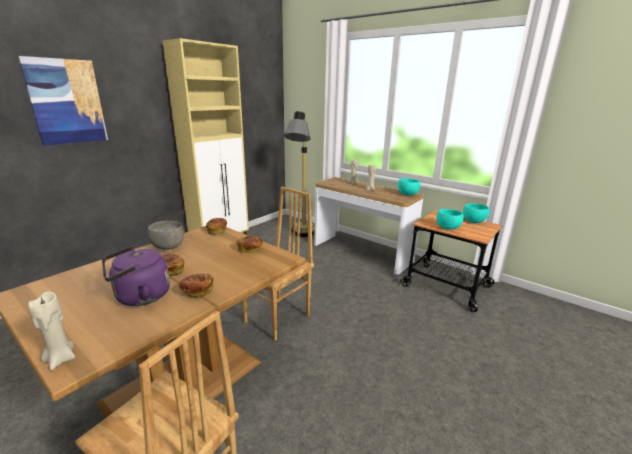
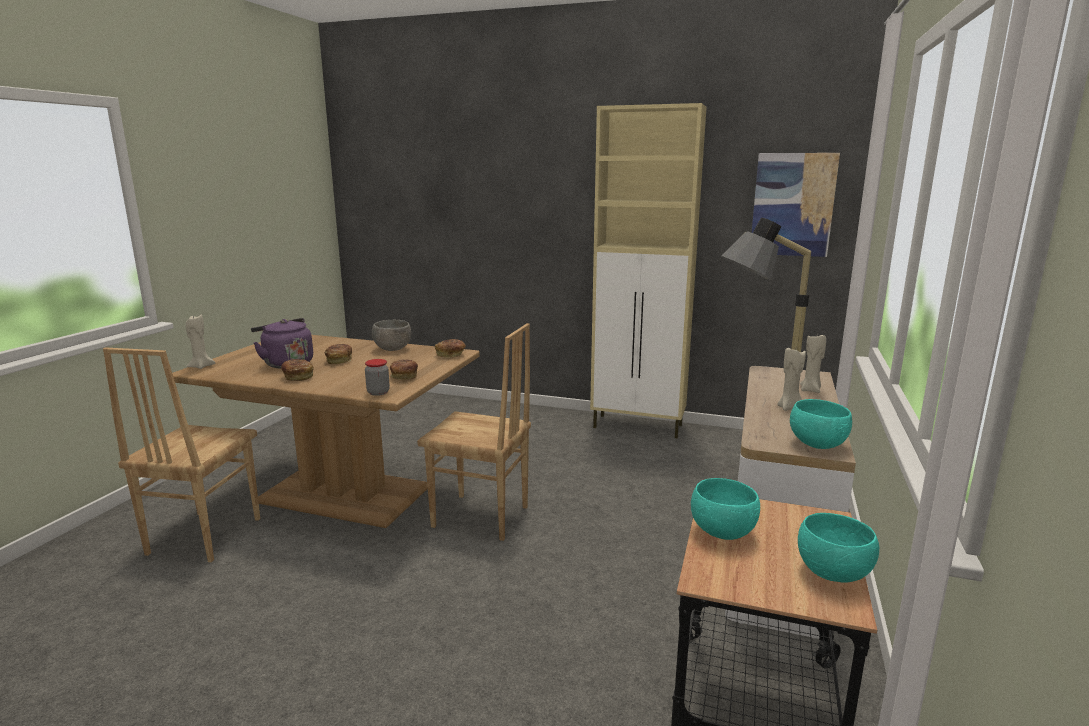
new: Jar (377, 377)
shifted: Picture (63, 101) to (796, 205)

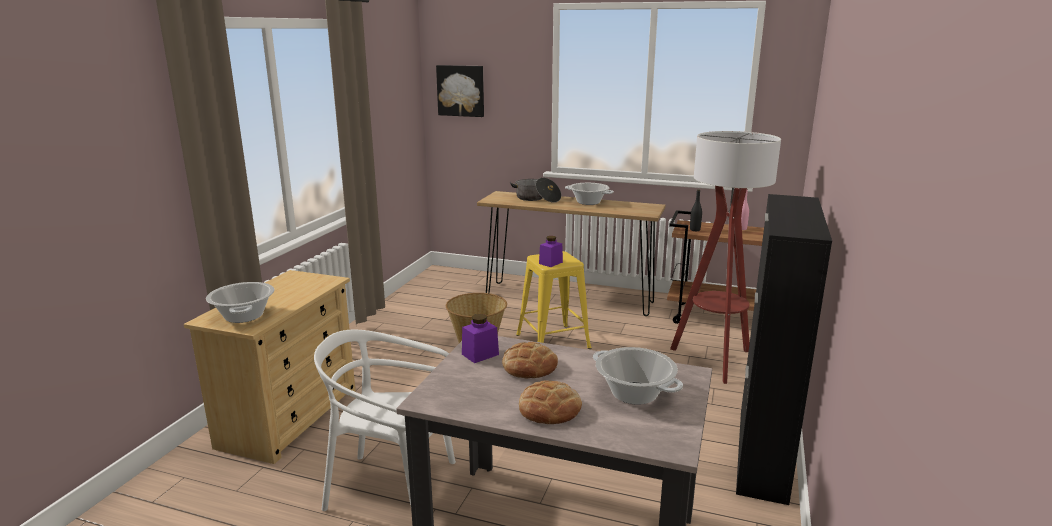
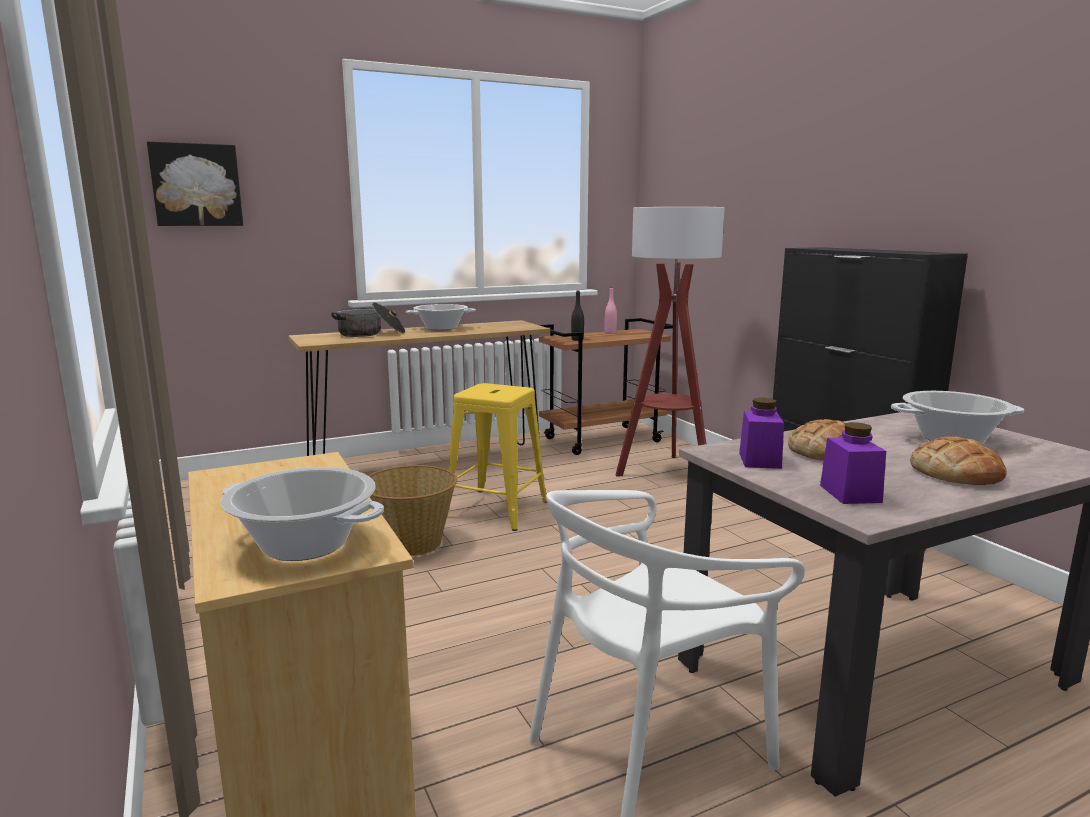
shifted: PurpleJar (551, 251) to (853, 463)

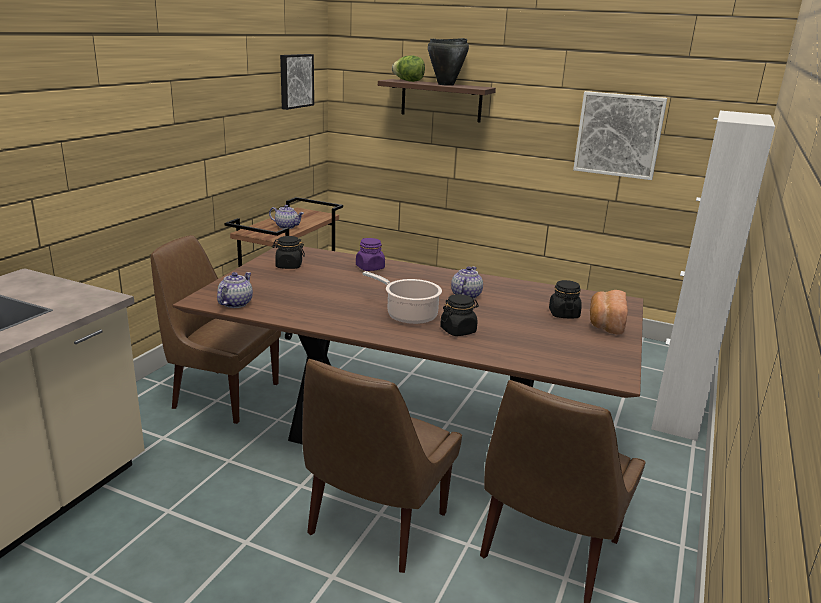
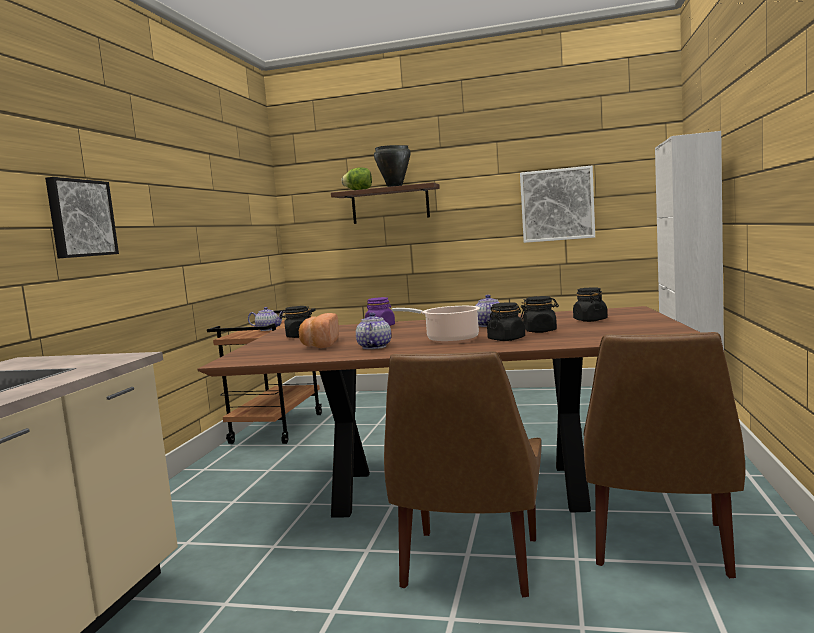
gone: BrownChair (215, 329)
new: BlackJar (540, 314)
shifted: Picture (297, 82) to (82, 218); Bread (609, 312) to (319, 330); Teapot (235, 290) to (373, 331)

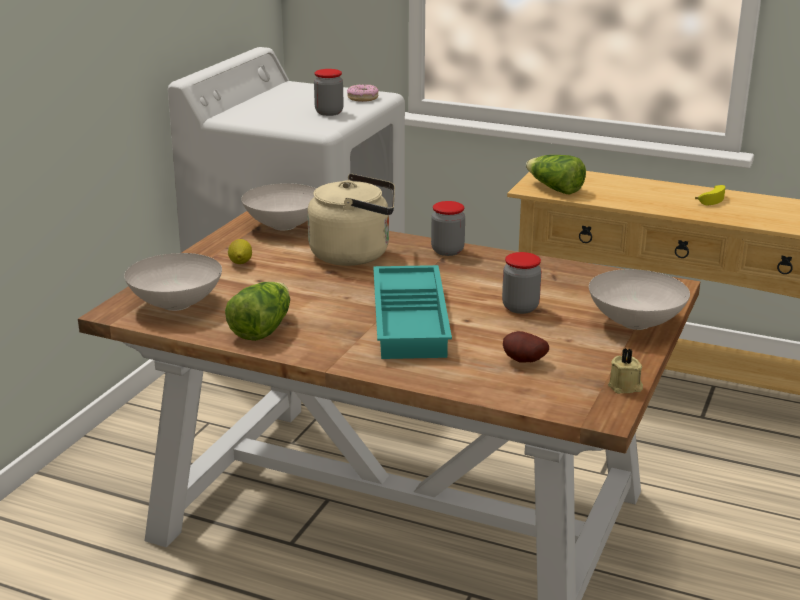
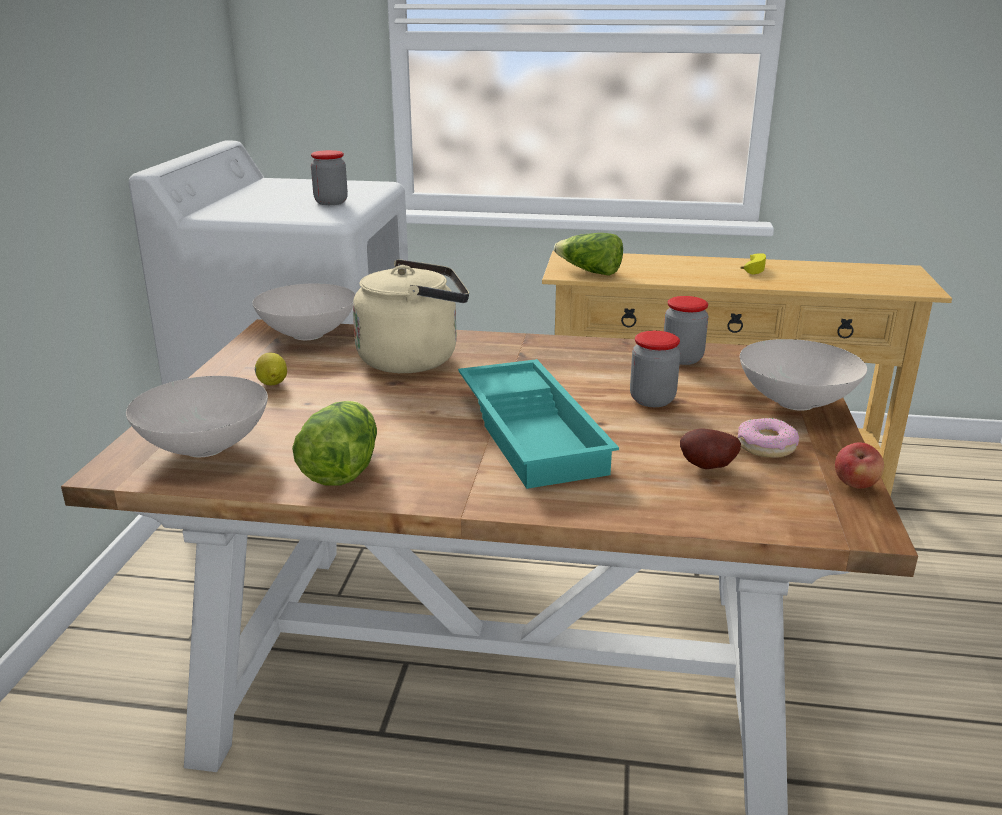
shifted: Jar (448, 228) to (686, 330); Donut (363, 93) to (768, 438)
swapped: BeigeCandle (625, 371) to Apple (859, 465)

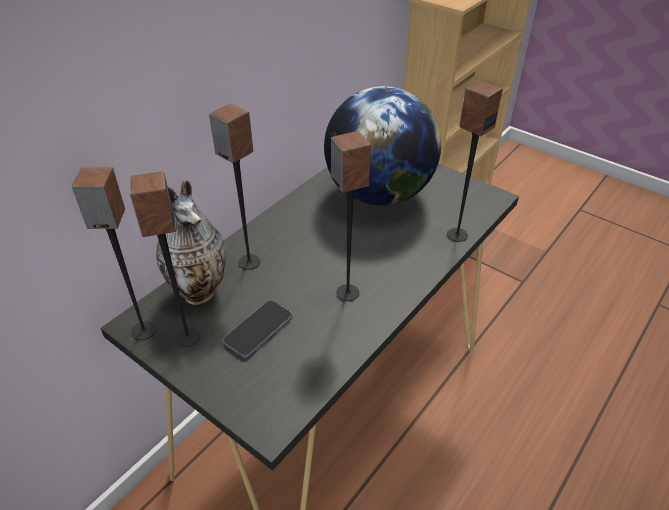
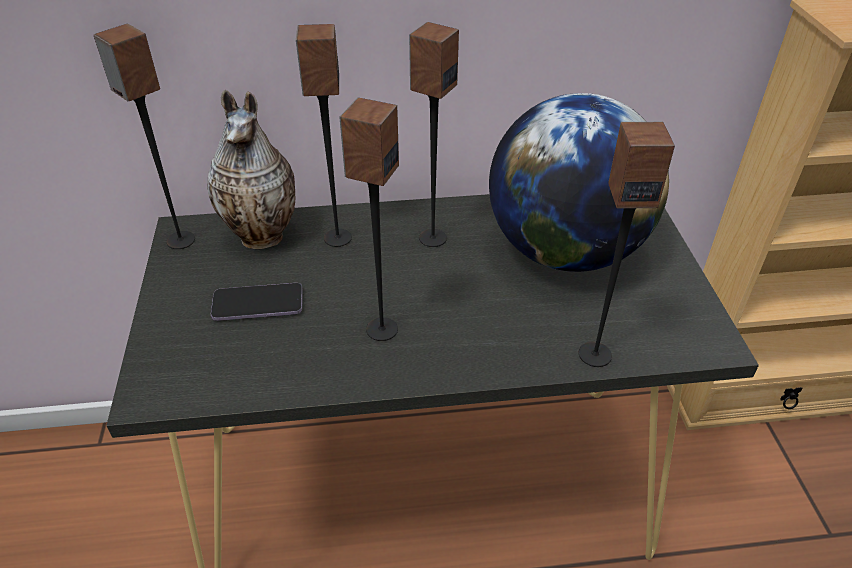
shifted: Speaker (165, 259) to (434, 134)

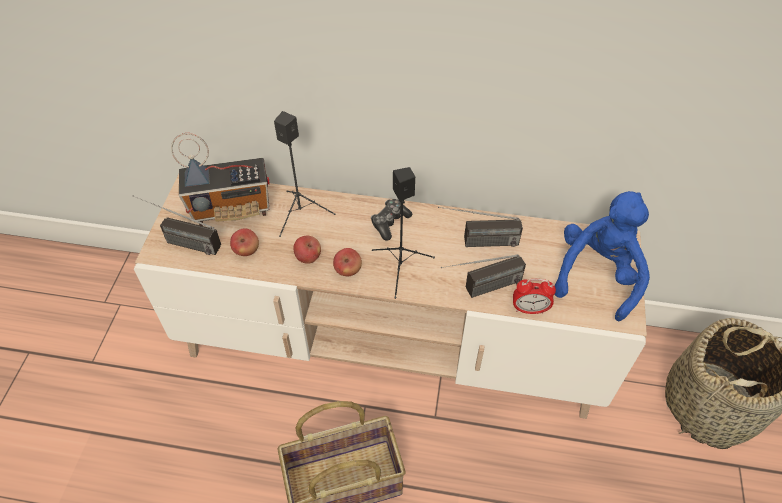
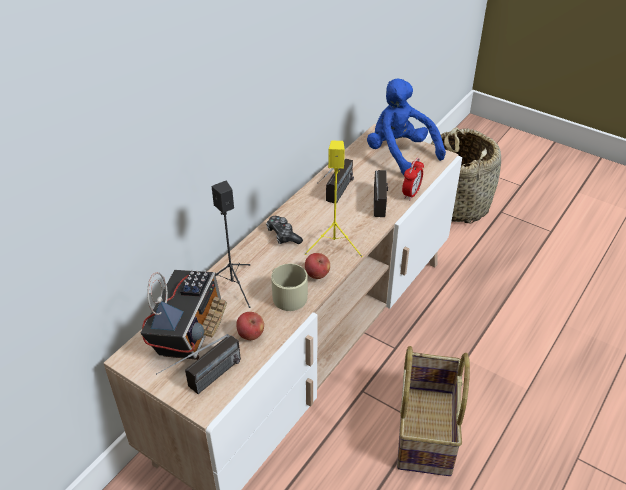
swapped: Apple (307, 250) to BeigeMug (289, 287)
repainted: BlackSpeaker (403, 233) to YellowSpeaker (334, 198)

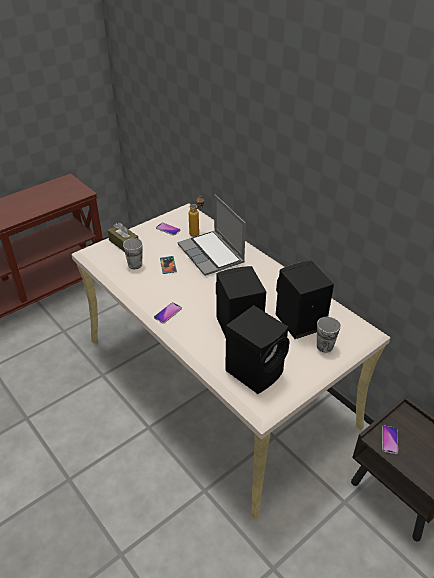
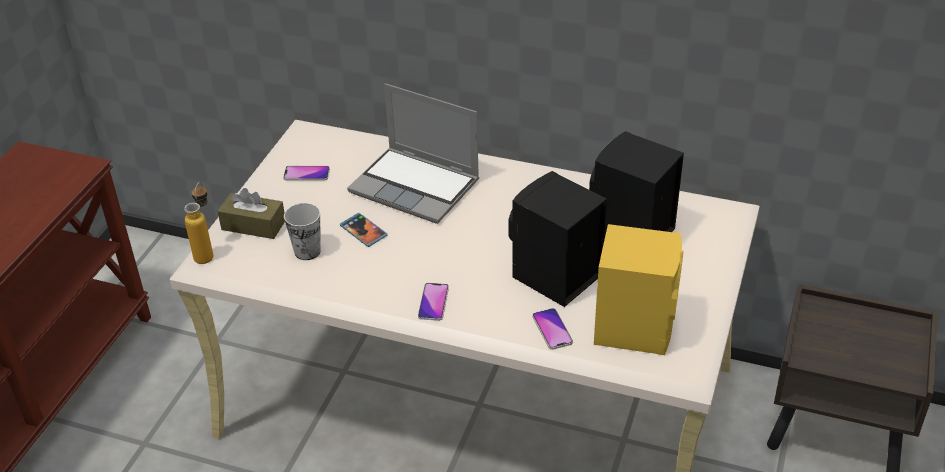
gone: Cup (329, 335)
shifted: Bottle (196, 216) to (198, 223); Phone (390, 439) to (552, 329)
repainted: BlackSpeaker (257, 349) to YellowSpeaker (639, 289)

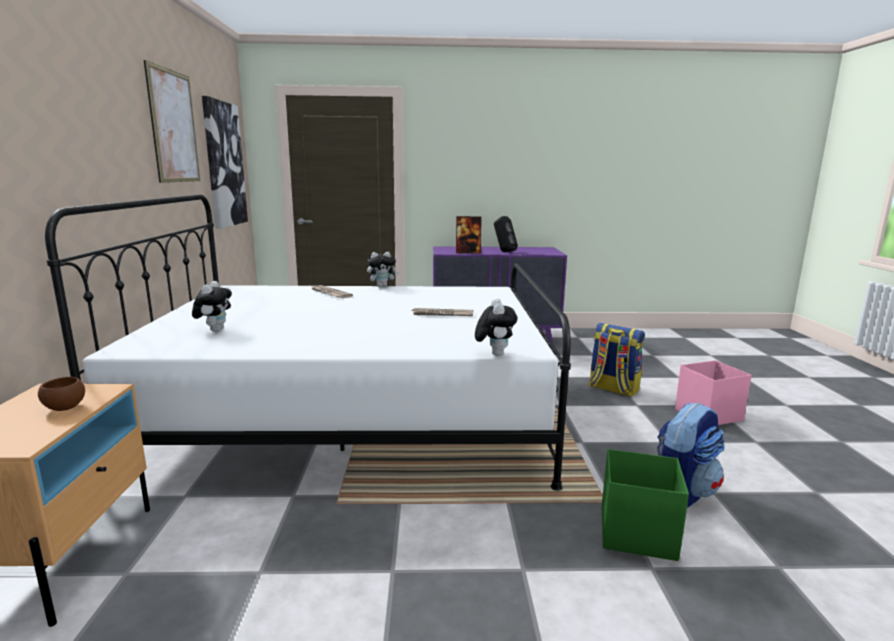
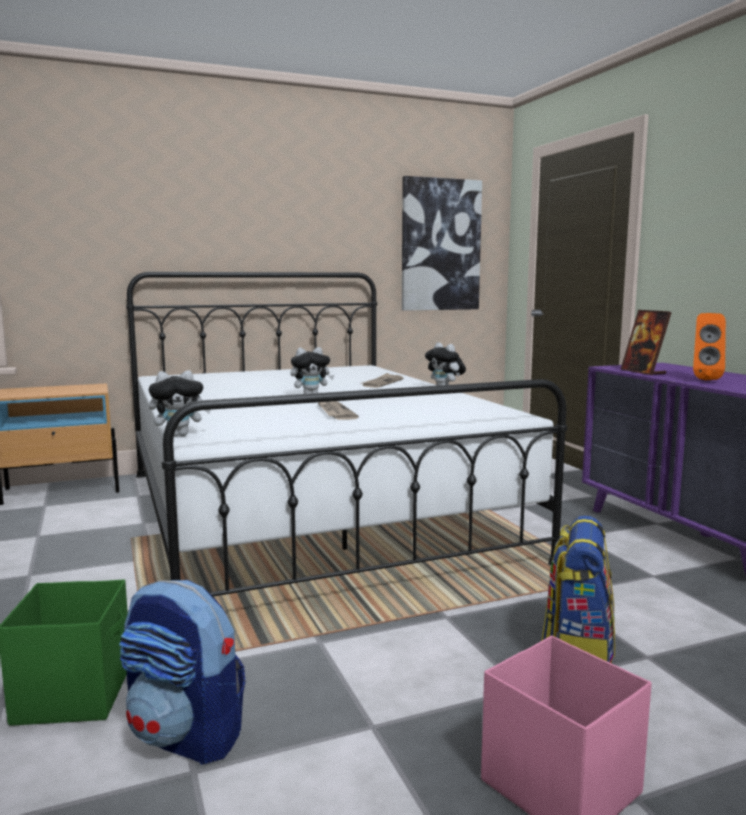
gone: BrownBowl (61, 394); Picture (172, 121)
shifted: PlushToy (212, 306) to (312, 370)
repainted: BlackSpeaker (506, 234) to OrangeSpeaker (709, 346)

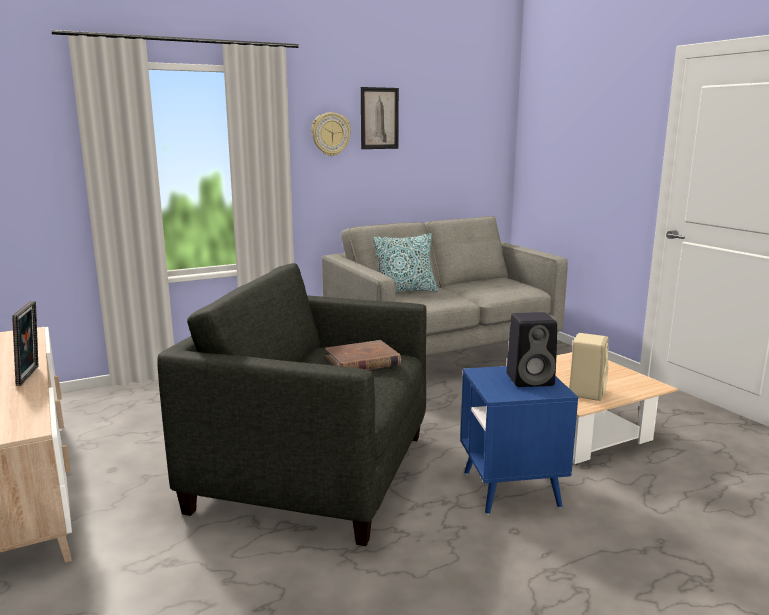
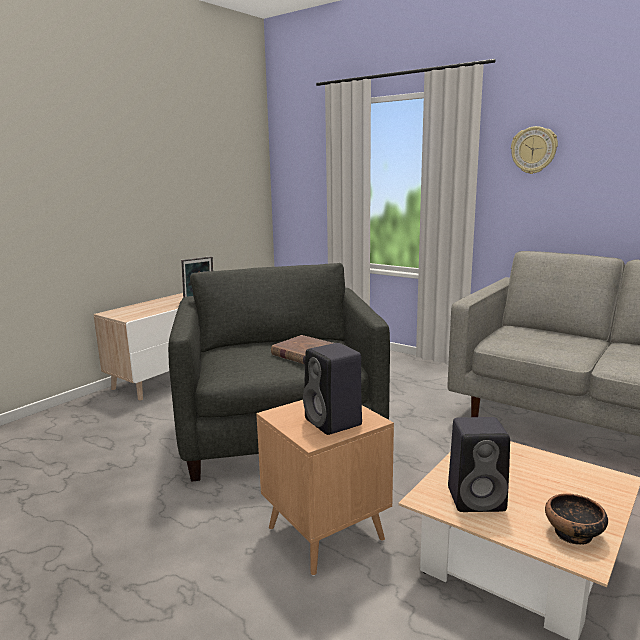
gone: Picture (380, 118); Pillow (406, 262)
new: Bowl (576, 519)
repainted: BlueSideTable (519, 440) to BrownSideTable (325, 488); BeigeSpeaker (588, 367) to BlackSpeaker (479, 464)

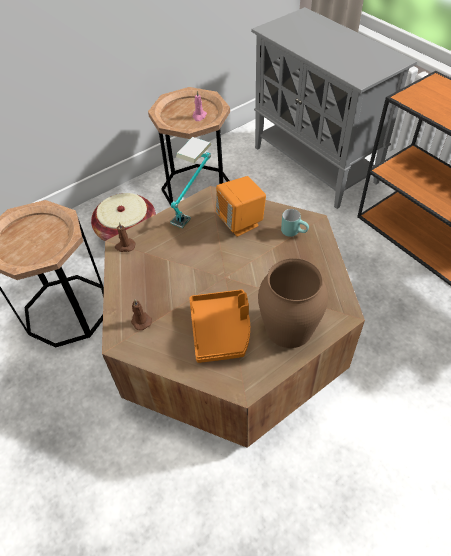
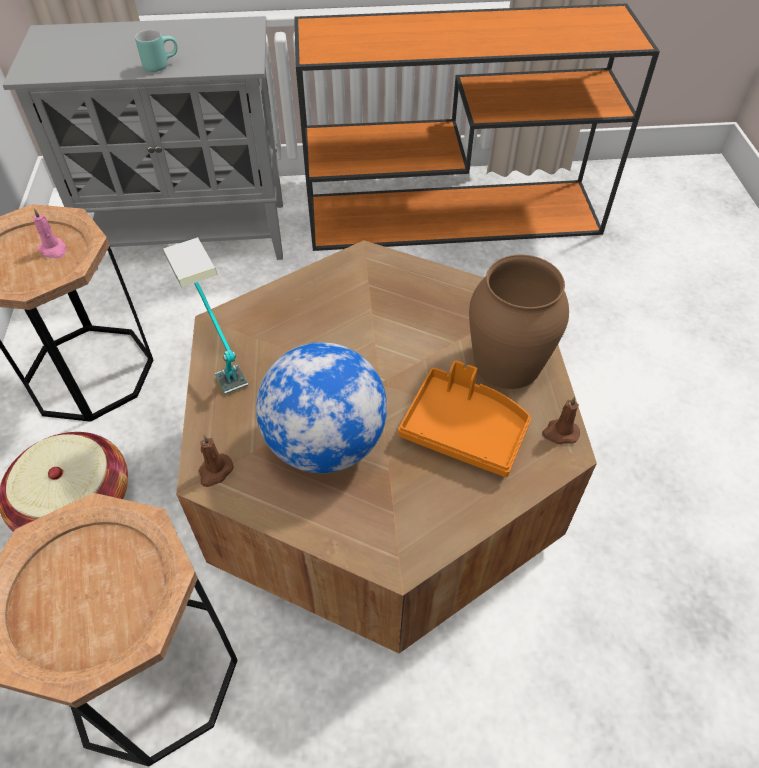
gone: OrangeSpeaker (241, 206)
new: Globe (321, 407)
shifted: TurquoiseMug (295, 223) to (156, 51); BrownCandle (141, 315) to (561, 420)

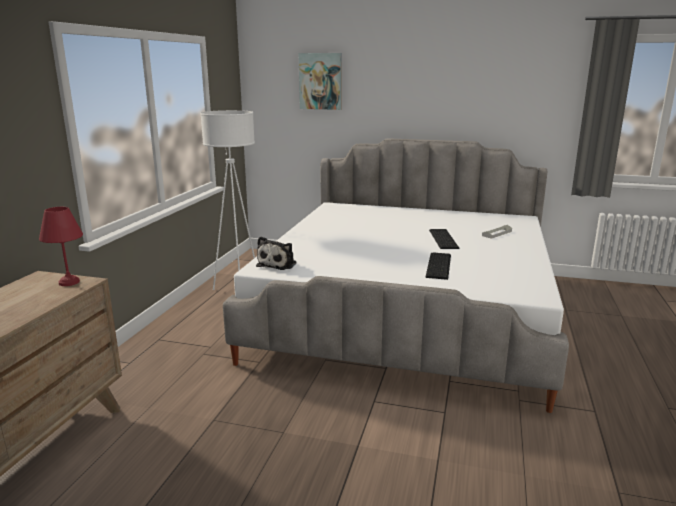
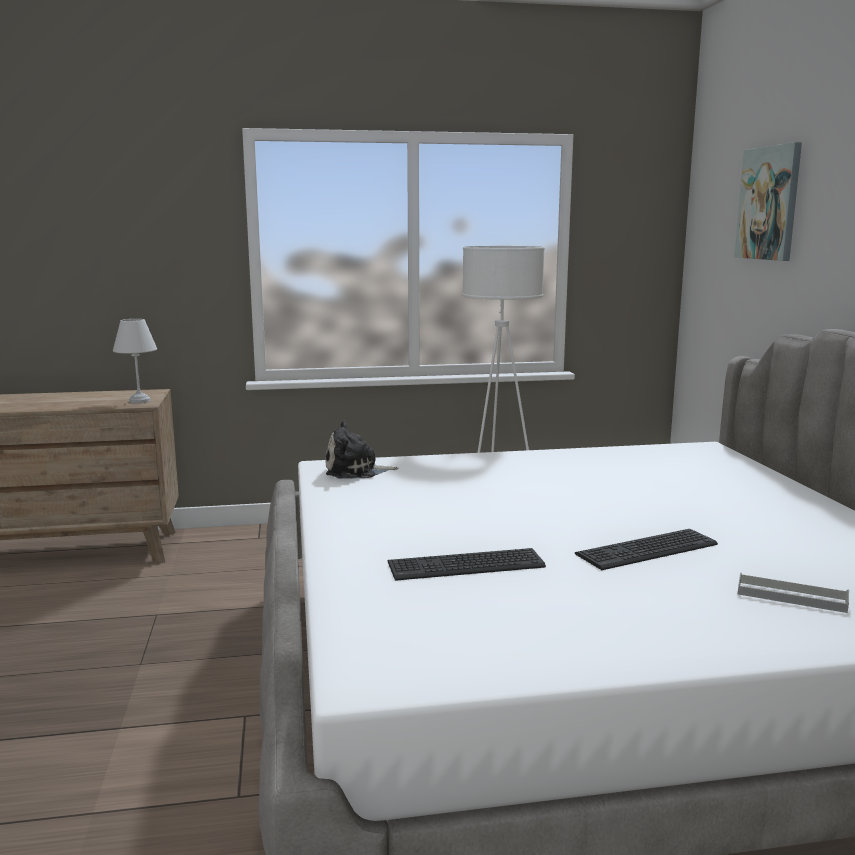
repainted: RedTableLamp (61, 246) to WhiteTableLamp (135, 361)

